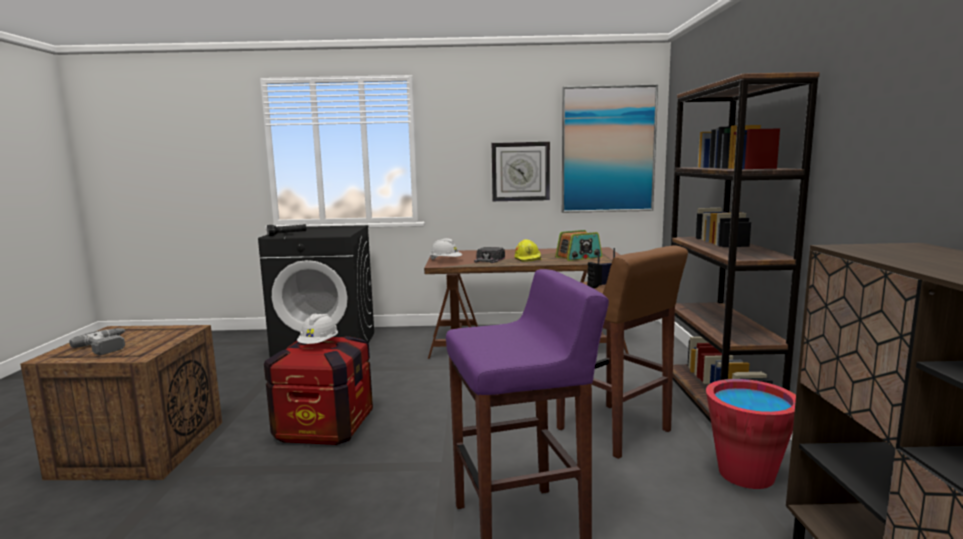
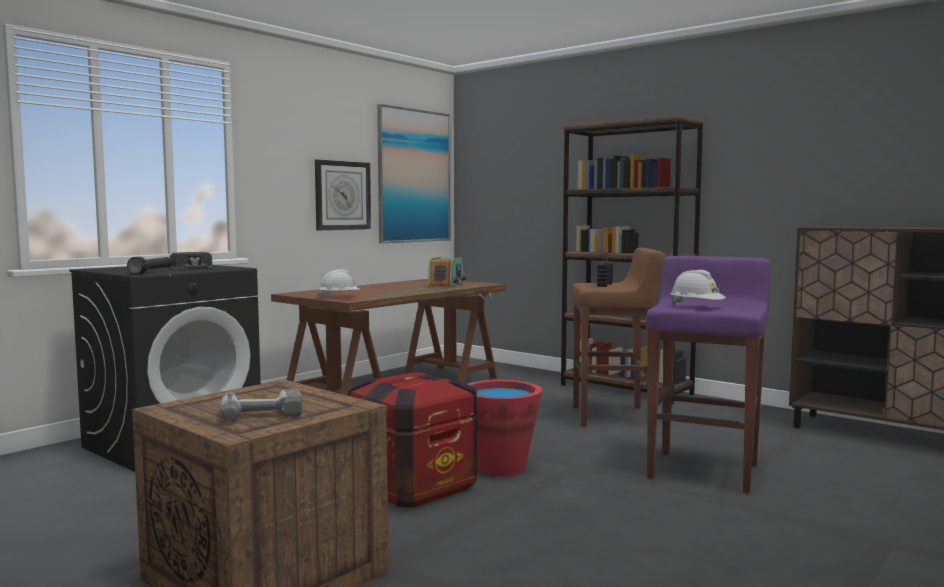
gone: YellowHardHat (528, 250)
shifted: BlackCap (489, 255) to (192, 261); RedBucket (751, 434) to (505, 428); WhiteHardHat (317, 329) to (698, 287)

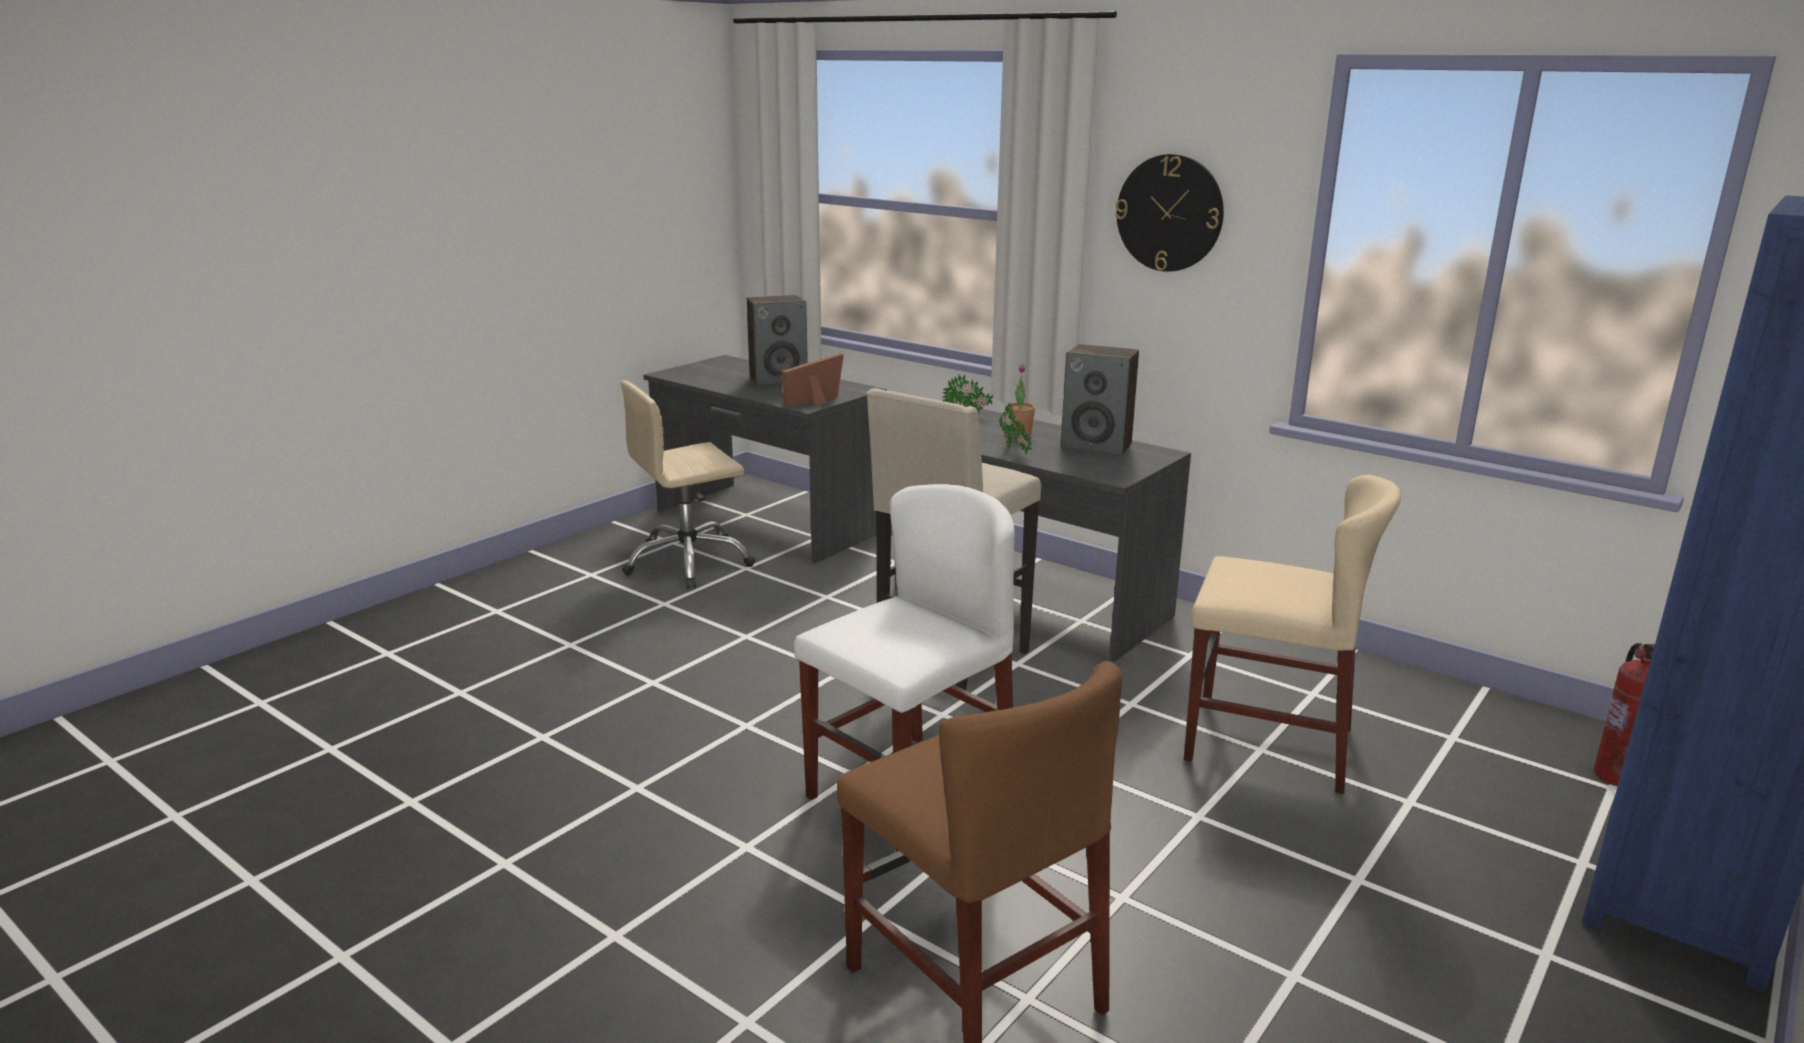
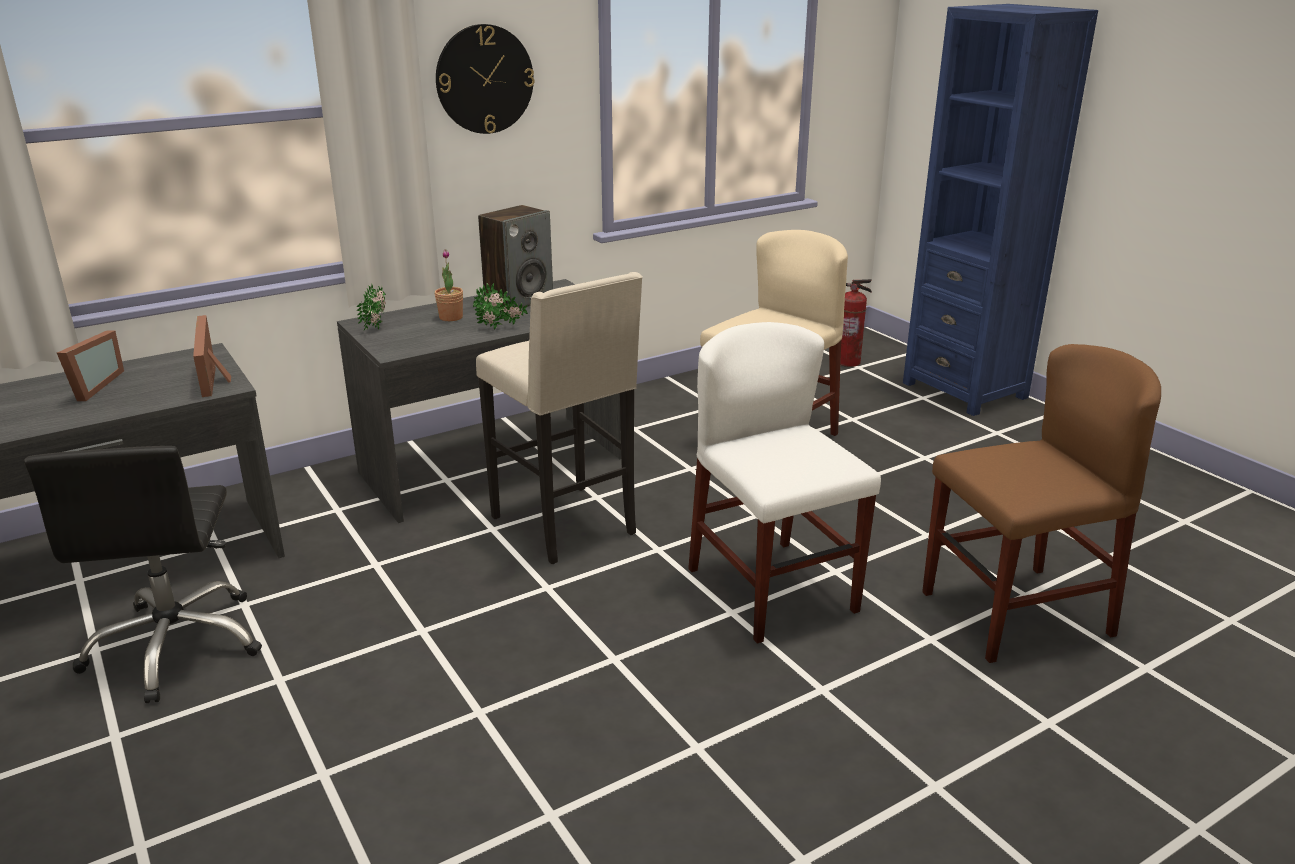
swapped: Speaker (777, 341) to PictureFrame (90, 366)
repainted: BeigeOfficeChair (688, 484) to BlackOfficeChair (143, 574)

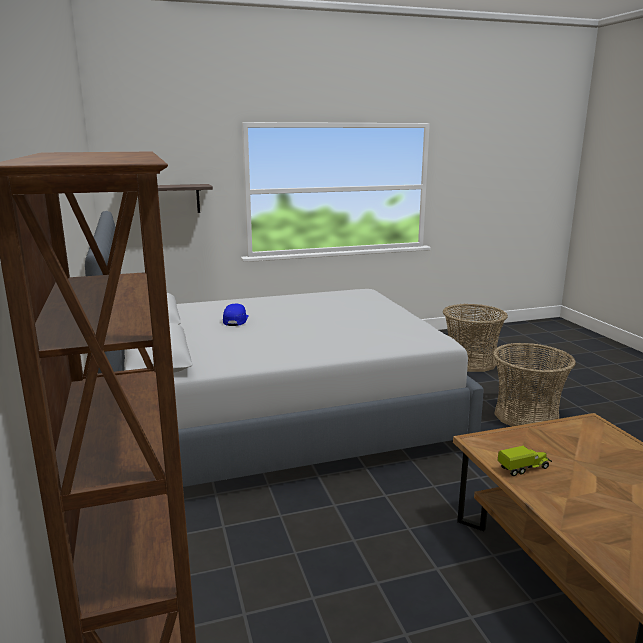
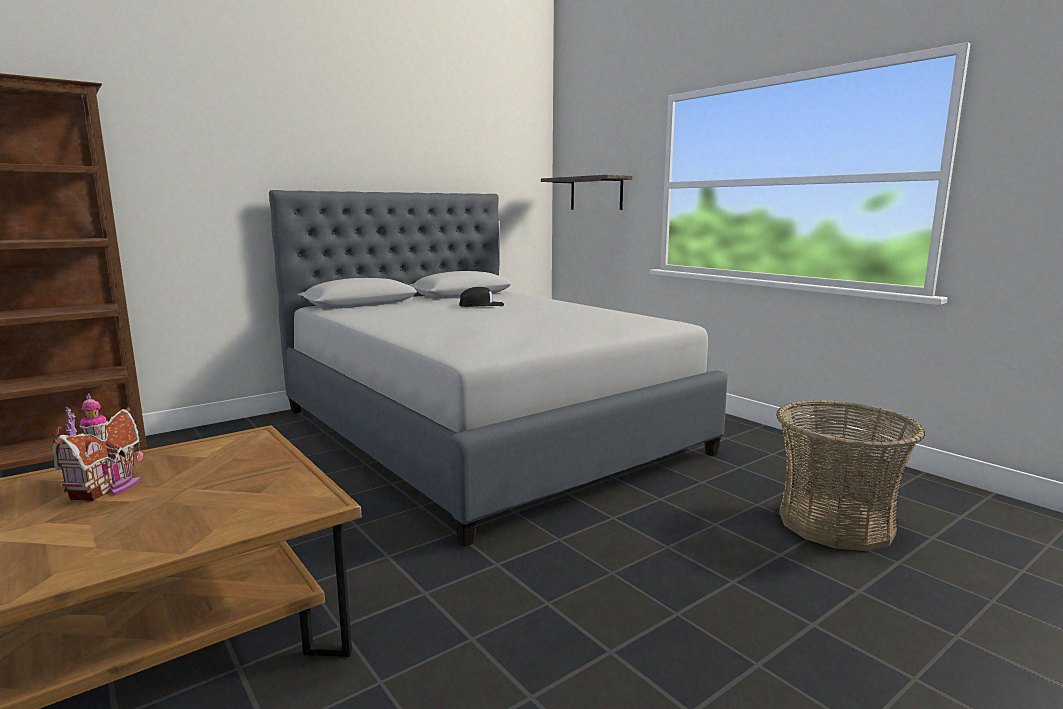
gone: Basket (534, 384); ToyTruck (525, 461)
new: ToyHouse (97, 447)
repainted: BlueCap (236, 315) to BlackCap (481, 297)

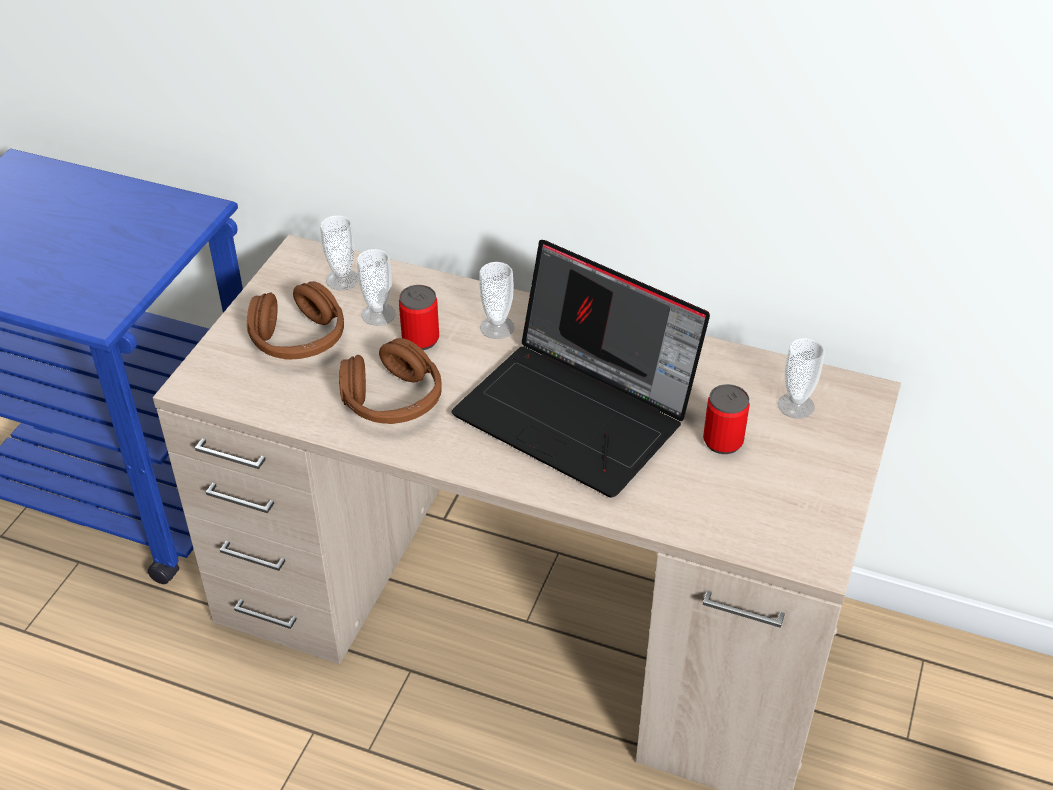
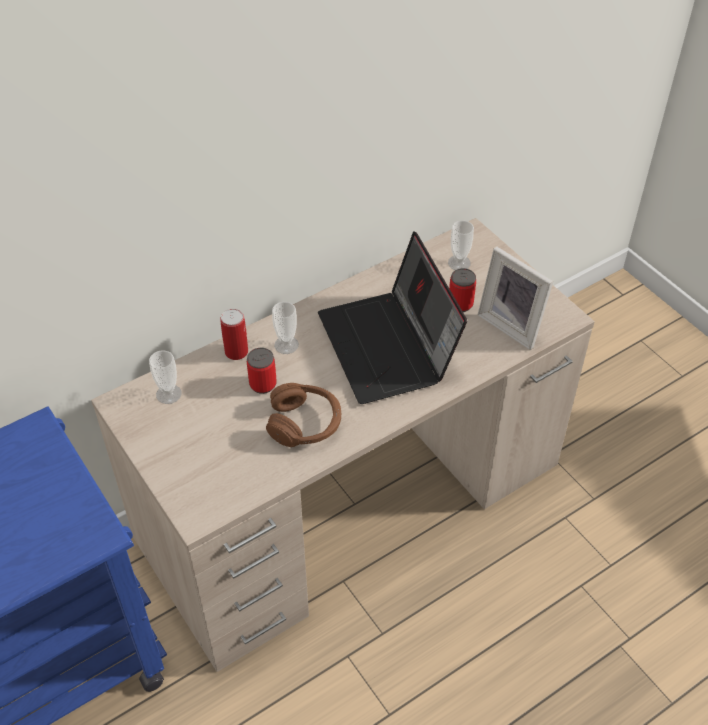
gone: BrownHeadphones (295, 320); Cup (376, 287)
new: Can (234, 334); PictureFrame (515, 298)
rotated: Laptop (580, 369) = (392, 317) 90 degrees clockwise

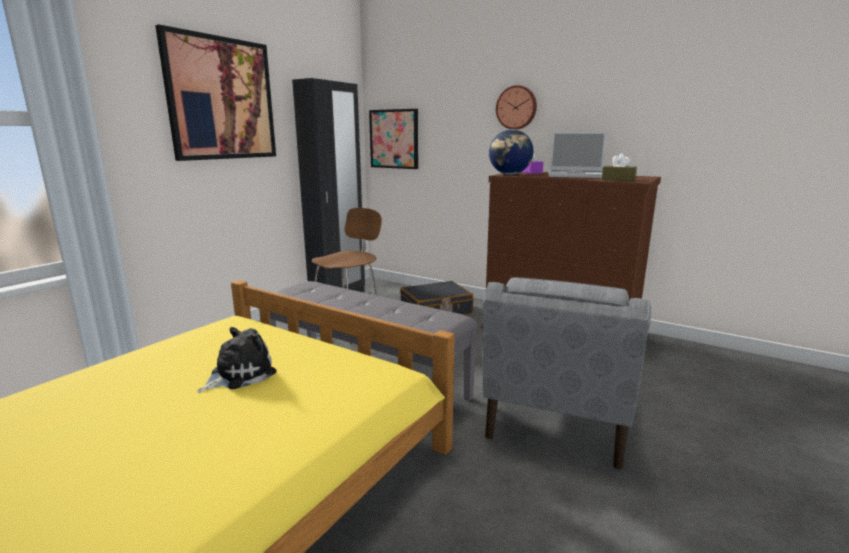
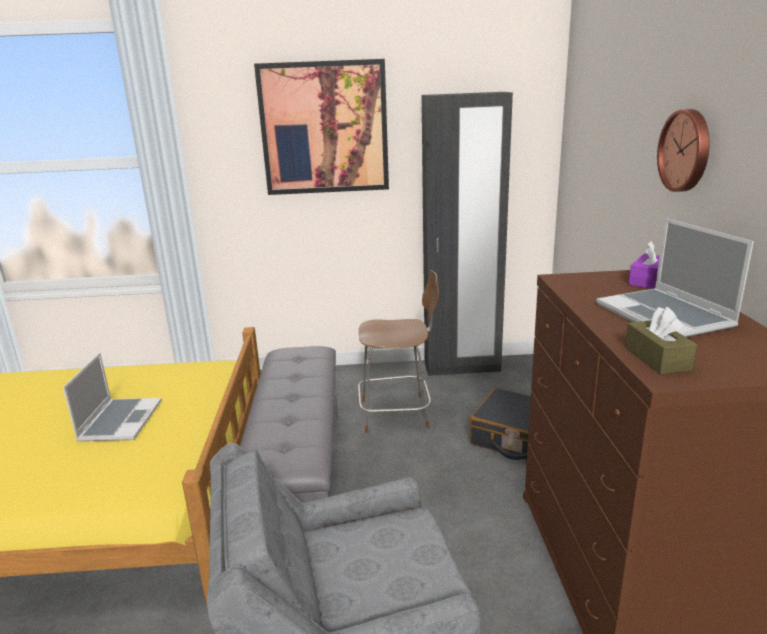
gone: Picture (393, 139); Globe (511, 152)
swapped: PlushToy (237, 360) to Laptop (112, 397)

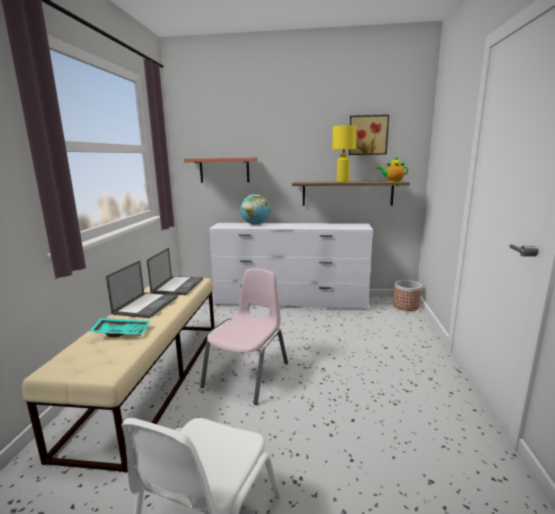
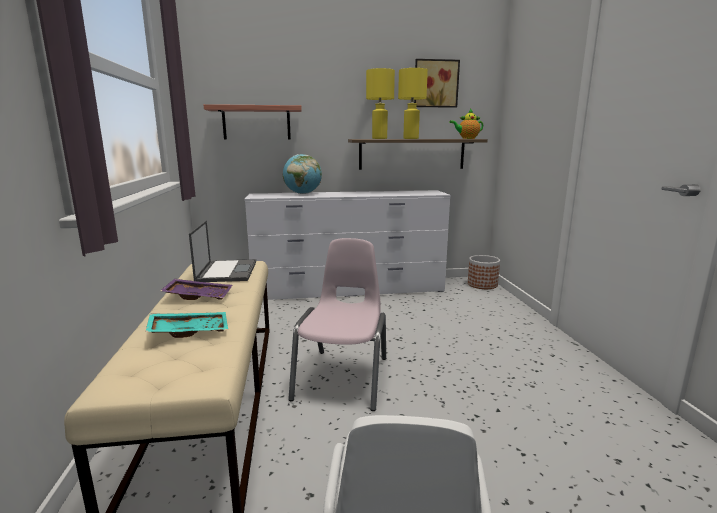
new: YellowTableLamp (380, 103)
swapped: Laptop (142, 289) to PurpleTray (196, 289)

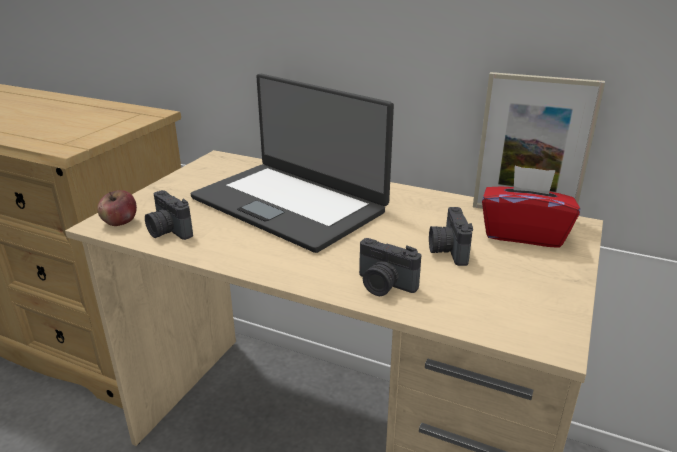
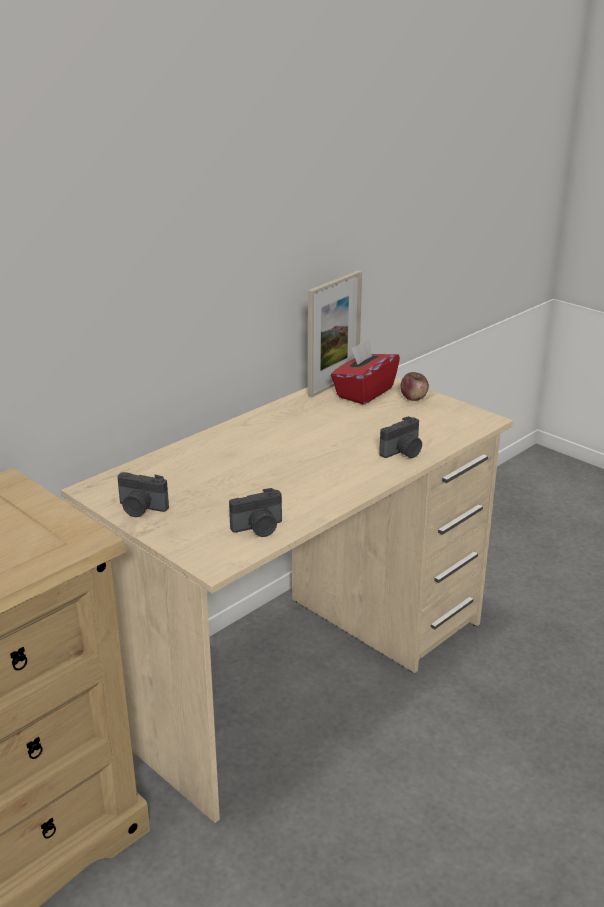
gone: Laptop (292, 163)
shifted: PhotoCamera (451, 236) to (143, 494); Apple (117, 208) to (415, 386)

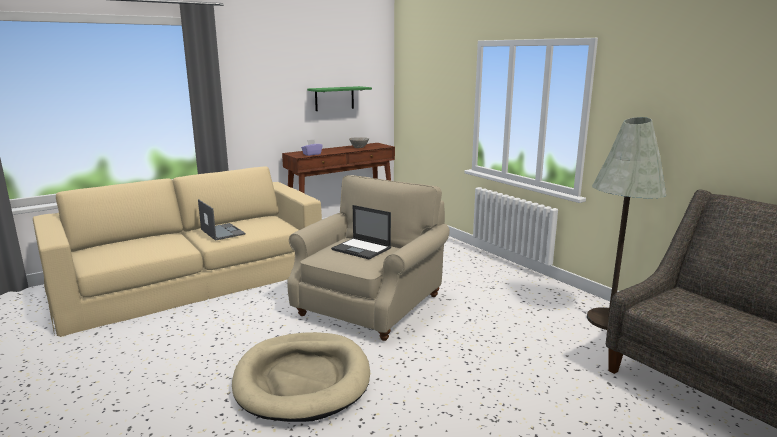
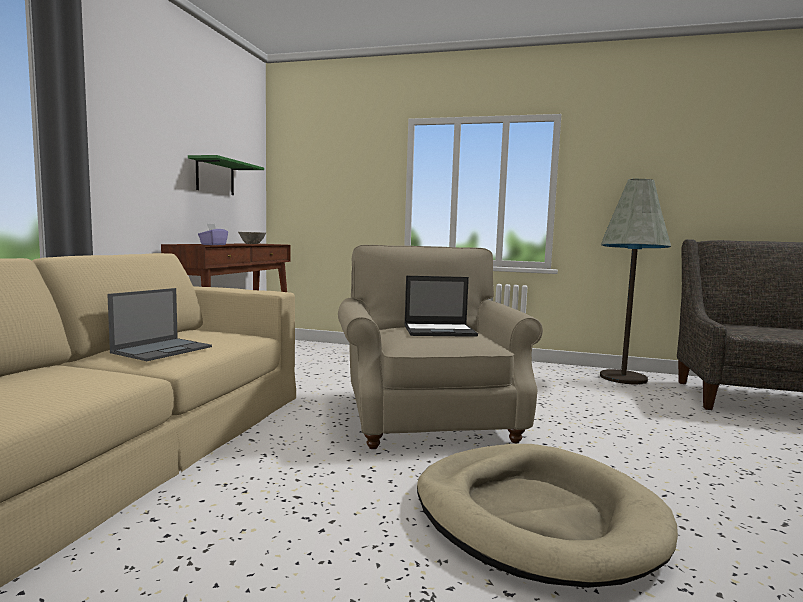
rotated: Laptop (222, 220) = (159, 324) 105 degrees clockwise

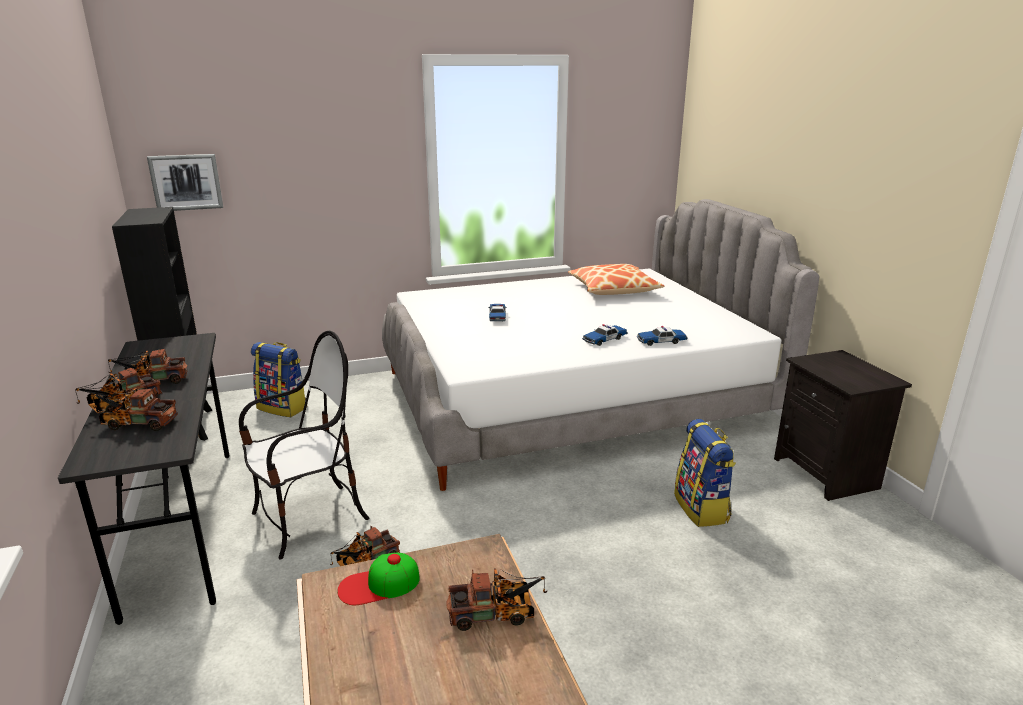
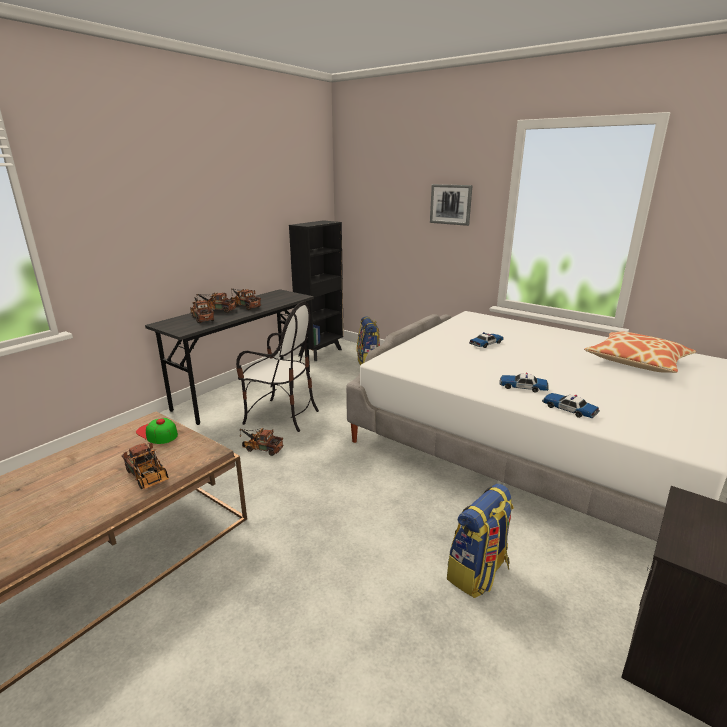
shifted: Picture (185, 182) to (451, 205)

